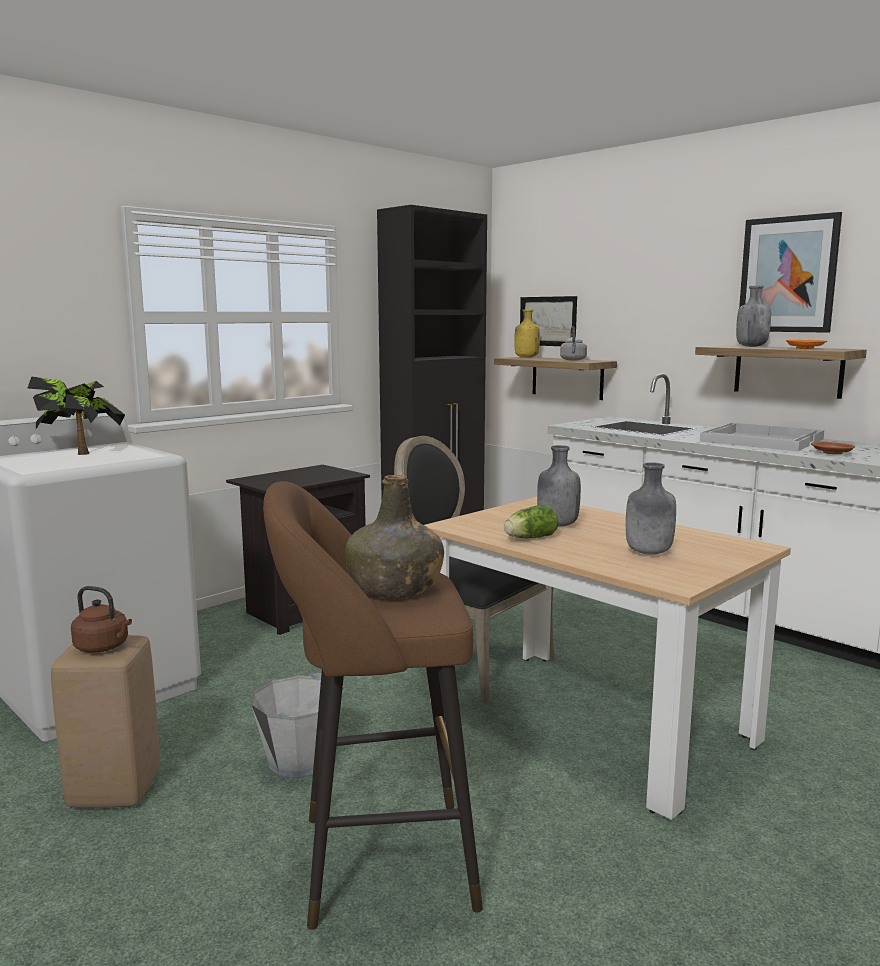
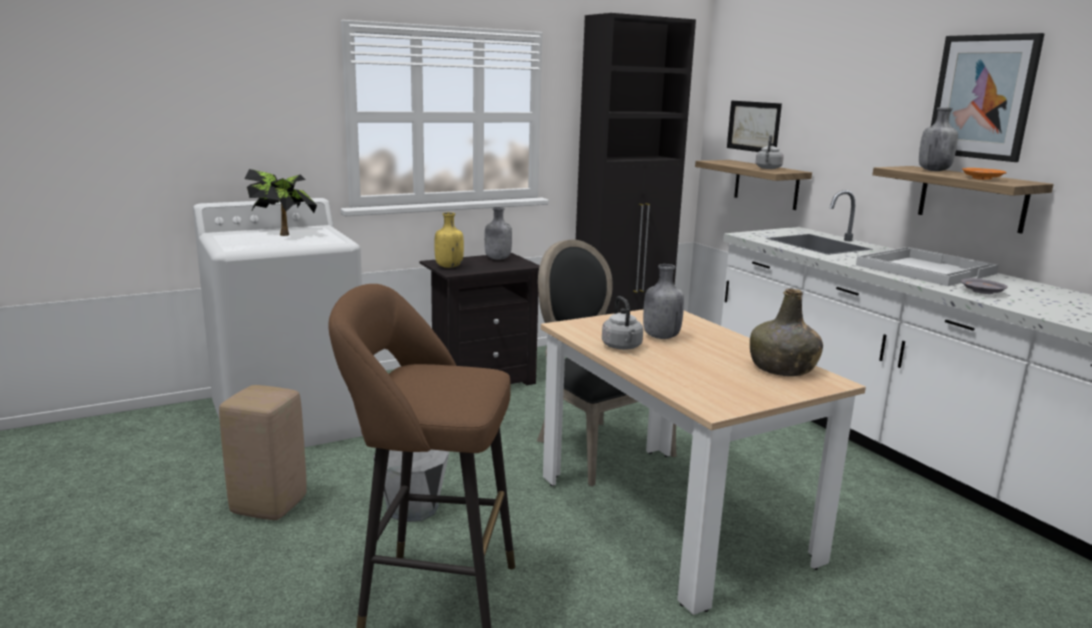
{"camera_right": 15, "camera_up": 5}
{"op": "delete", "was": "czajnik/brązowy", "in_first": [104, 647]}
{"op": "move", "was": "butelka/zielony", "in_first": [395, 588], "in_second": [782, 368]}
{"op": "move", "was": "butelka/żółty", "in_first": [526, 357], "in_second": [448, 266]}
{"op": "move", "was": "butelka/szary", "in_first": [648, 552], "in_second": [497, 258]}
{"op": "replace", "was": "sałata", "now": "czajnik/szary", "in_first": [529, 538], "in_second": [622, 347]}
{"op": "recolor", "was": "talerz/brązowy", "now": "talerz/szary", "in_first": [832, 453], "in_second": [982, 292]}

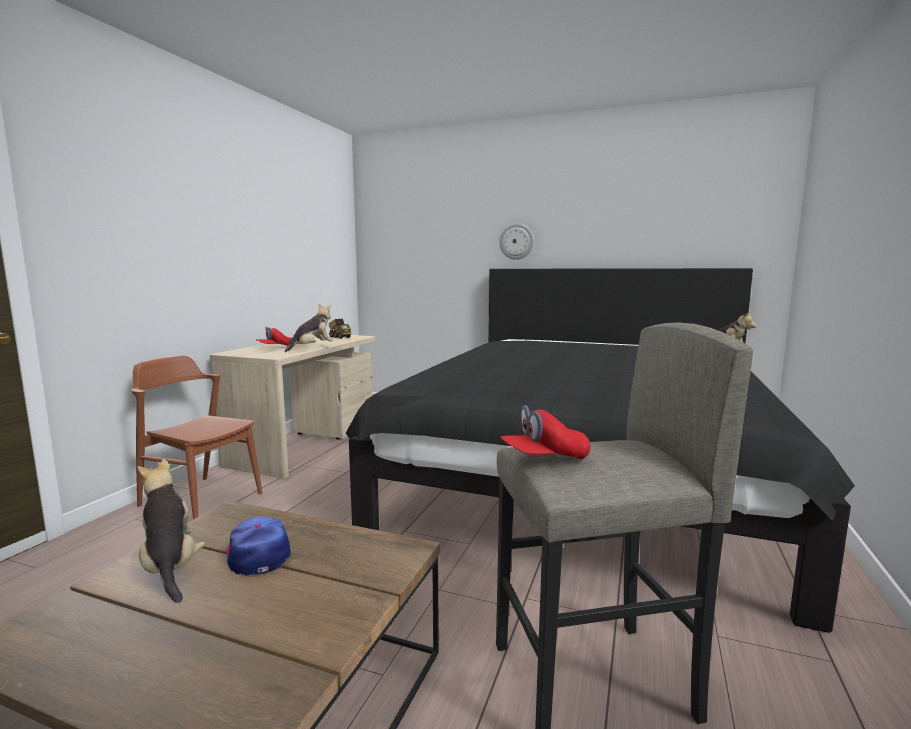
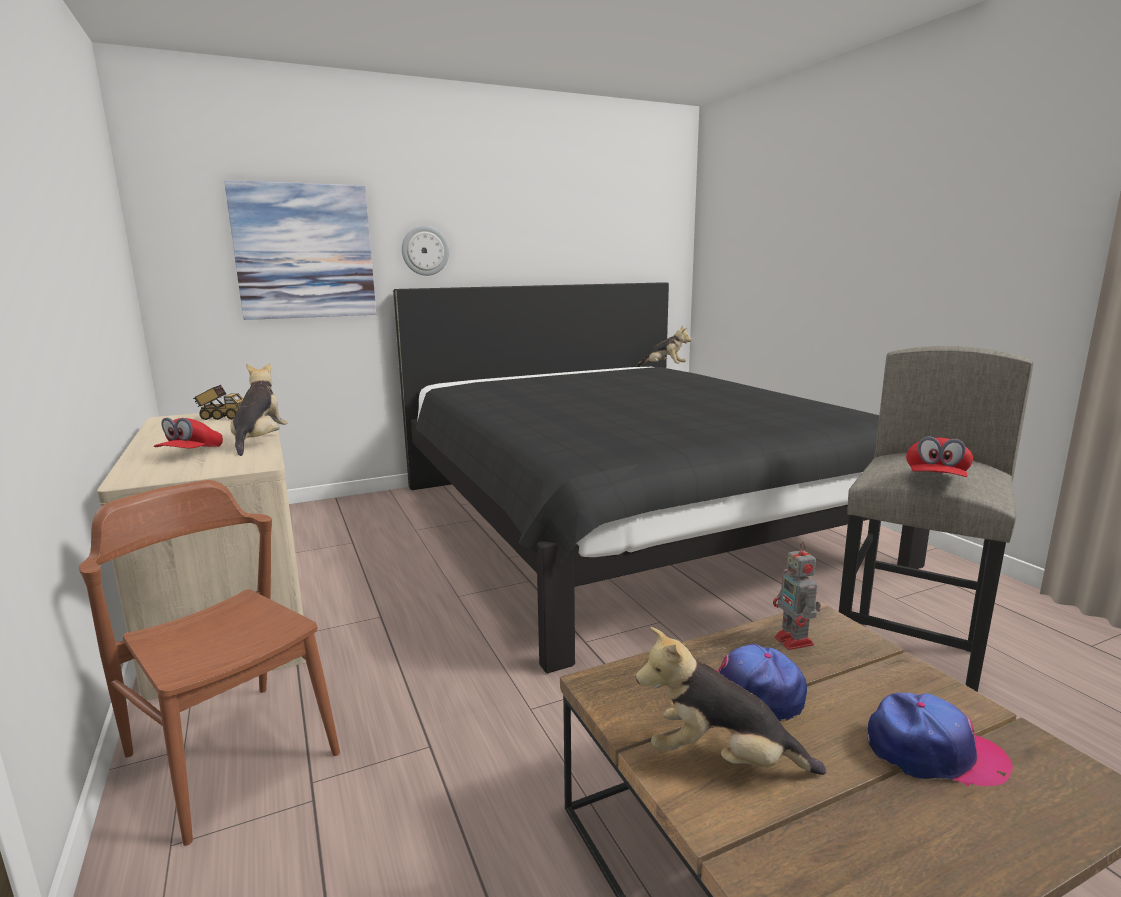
{"camera_right": -45, "camera_up": 5}
{"op": "insert", "now": "obraz", "in_second": [304, 252]}
{"op": "insert", "now": "robot zabawkowy", "in_second": [795, 642]}
{"op": "insert", "now": "czapka z daszkiem", "in_second": [933, 753]}
{"op": "rotate", "was": "krzesło/brązowy", "in_first": [201, 499], "in_second": [231, 754], "clockwise": 60}

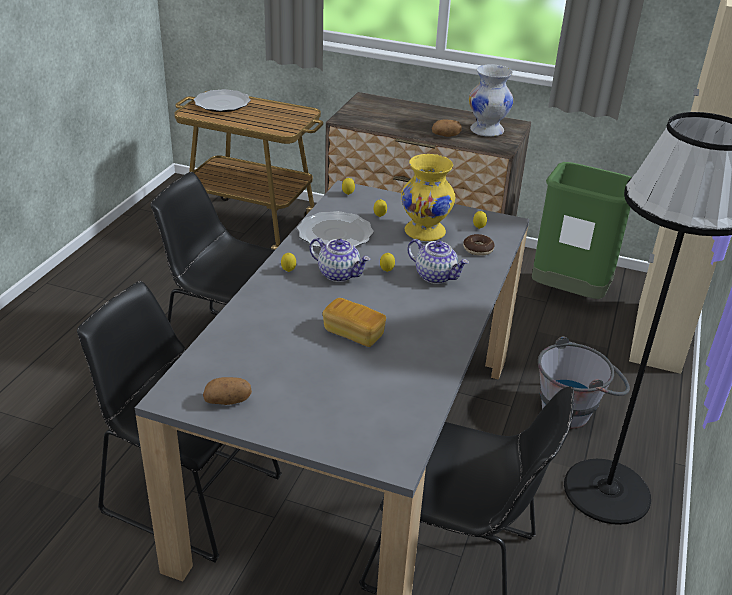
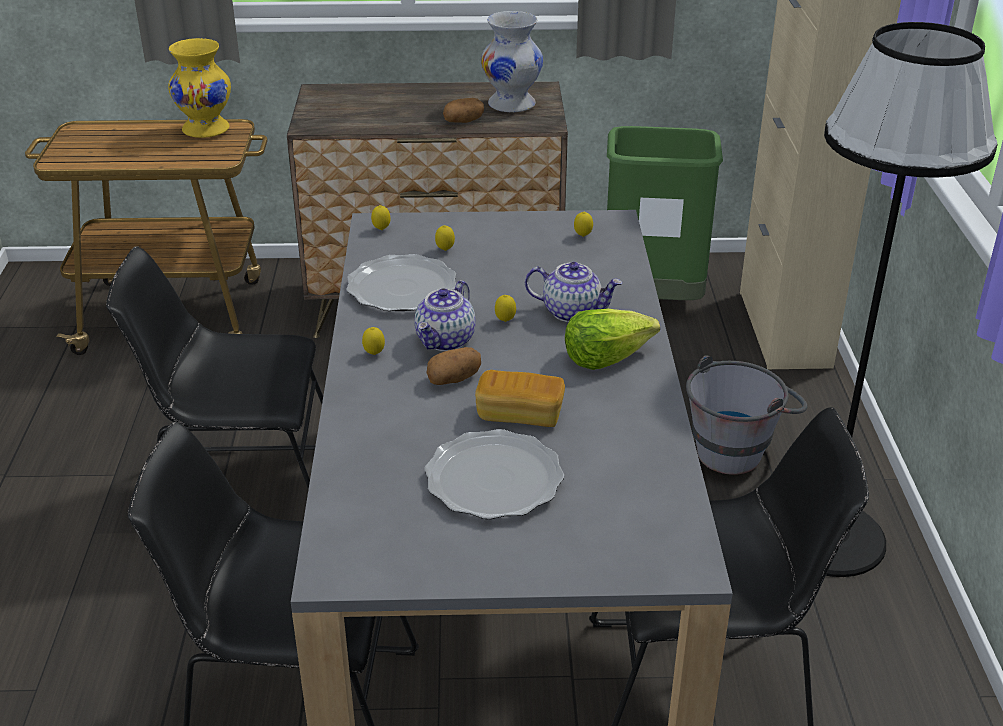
{"camera_right": -20, "camera_up": 0}
{"op": "delete", "was": "donut", "in_first": [478, 249]}
{"op": "insert", "now": "sałata", "in_second": [606, 356]}
{"op": "move", "was": "talerz", "in_first": [222, 103], "in_second": [495, 479]}
{"op": "move", "was": "ziemniak", "in_first": [228, 401], "in_second": [454, 379]}
{"op": "move", "was": "wazon/żółty", "in_first": [425, 231], "in_second": [206, 129]}
{"op": "rotate", "was": "imbryk", "in_first": [339, 274], "in_second": [446, 341], "clockwise": 105}

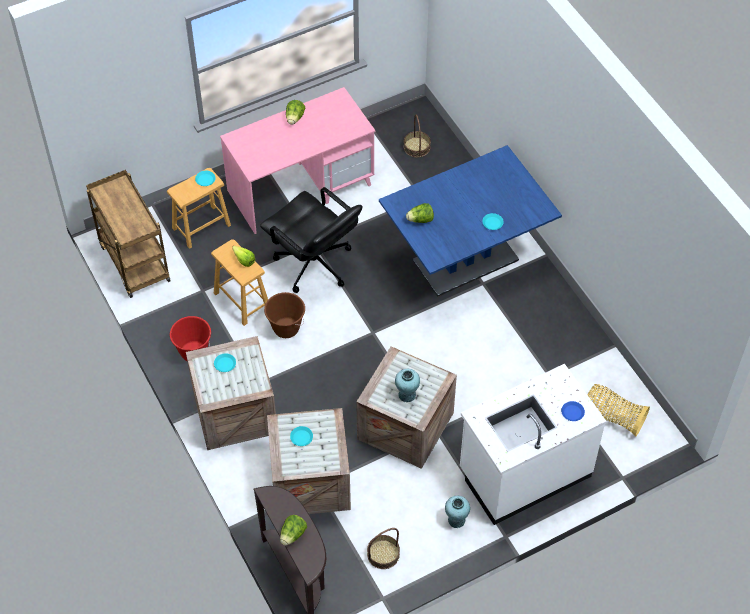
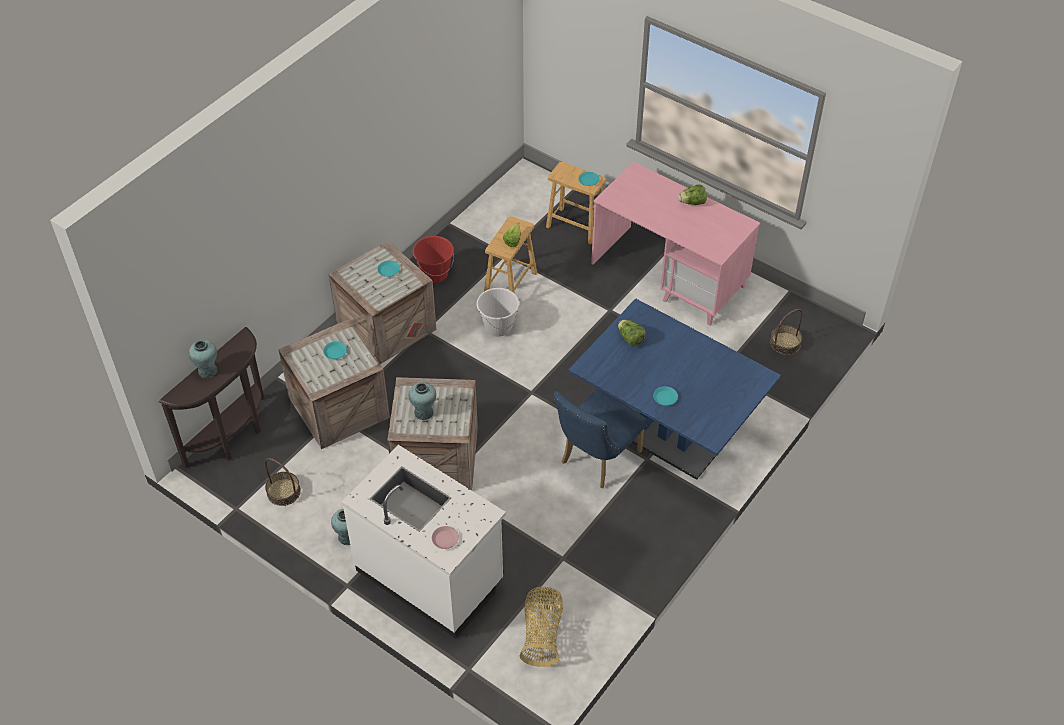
{"camera_right": 65, "camera_up": -5}
{"op": "delete", "was": "wózek/brązowy", "in_first": [133, 262]}
{"op": "delete", "was": "krzesło biurowe/czarny", "in_first": [314, 265]}
{"op": "insert", "now": "krzesło/niebieski", "in_second": [596, 460]}
{"op": "replace", "was": "sałata", "now": "wazon/turkusowy", "in_first": [293, 535], "in_second": [207, 371]}
{"op": "recolor", "was": "wiadro/brązowy", "now": "wiadro/biały", "in_first": [286, 328], "in_second": [498, 327]}
{"op": "recolor", "was": "talerz/niebieski", "now": "talerz/różowy", "in_first": [572, 412], "in_second": [445, 539]}

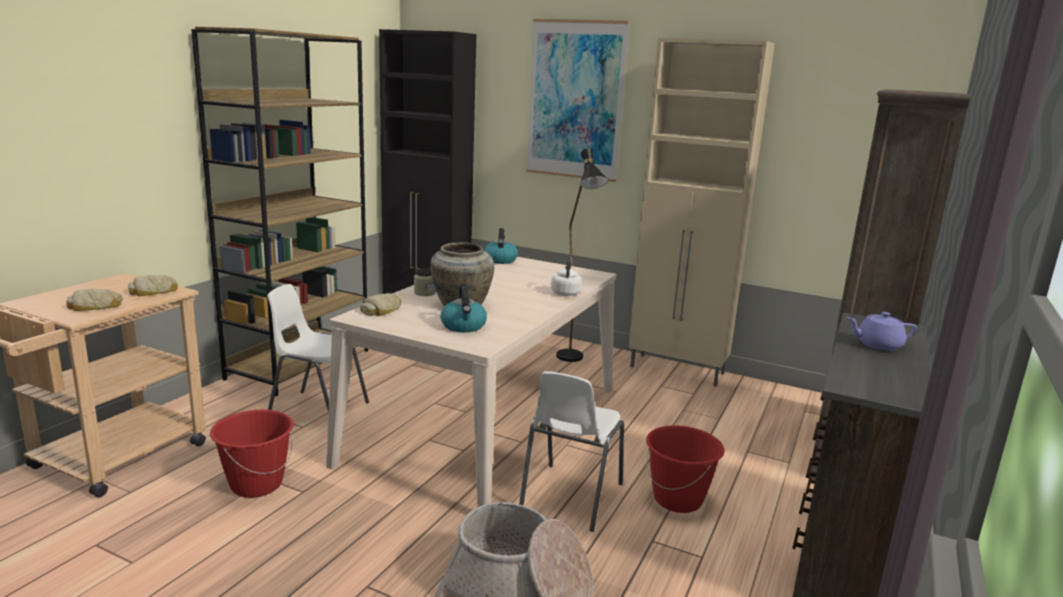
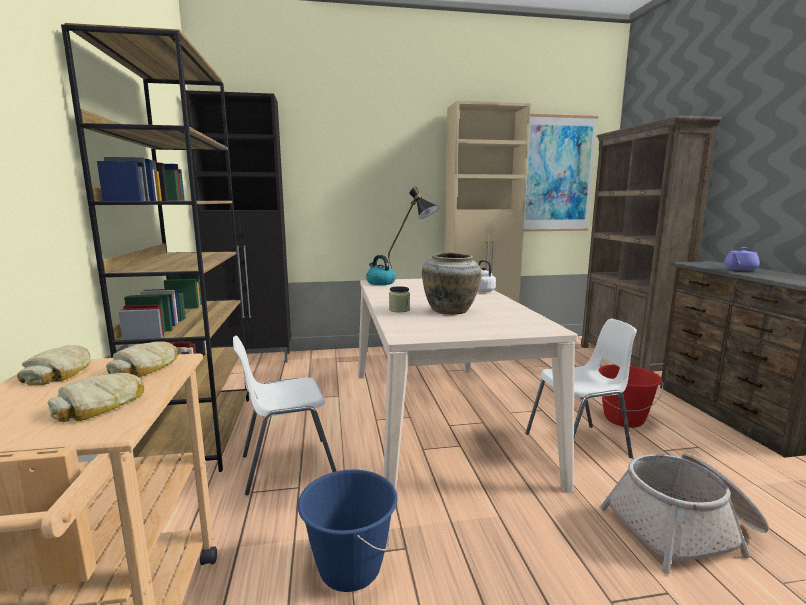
{"camera_right": -35, "camera_up": -5}
{"op": "delete", "was": "czajnik", "in_first": [464, 326]}
{"op": "move", "was": "chleb", "in_first": [382, 310], "in_second": [61, 373]}
{"op": "move", "was": "obraz", "in_first": [575, 100], "in_second": [557, 174]}
{"op": "recolor", "was": "wiadro/czerwony", "now": "wiadro/niebieski", "in_first": [256, 484], "in_second": [349, 568]}
{"op": "rotate", "was": "krzesło/biały", "in_first": [569, 497], "in_second": [578, 446], "clockwise": -90}

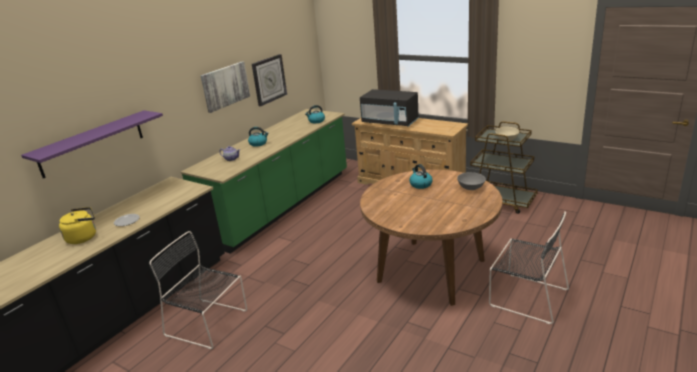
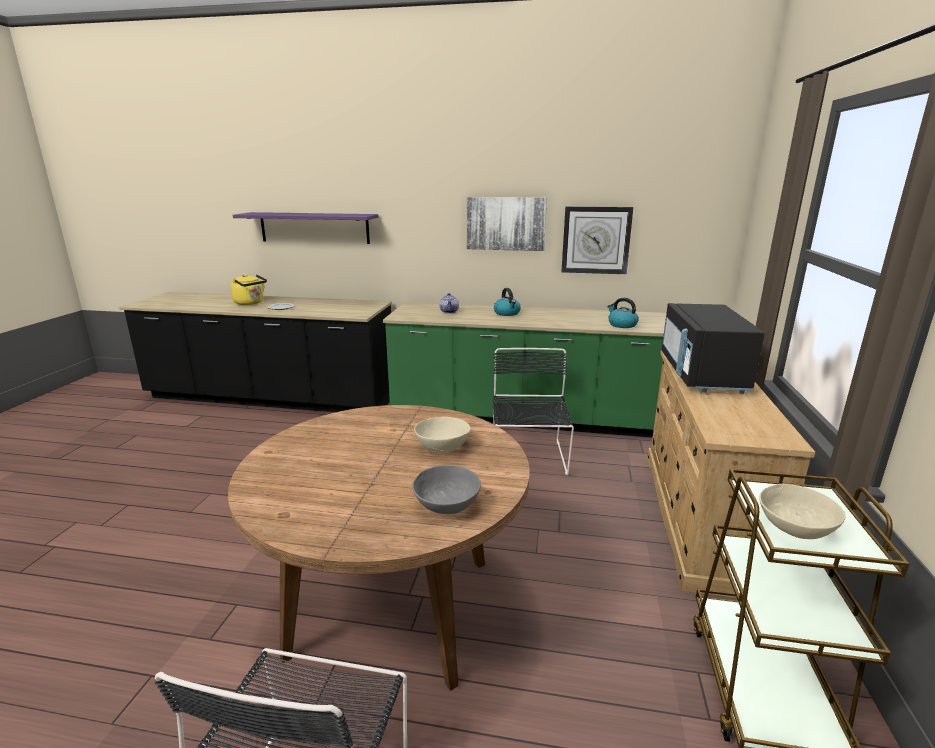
{"camera_right": 65, "camera_up": -5}
{"op": "move", "was": "krzesło/czarny", "in_first": [208, 323], "in_second": [528, 459]}
{"op": "replace", "was": "czajnik", "now": "miska/beżowy", "in_first": [420, 184], "in_second": [442, 446]}

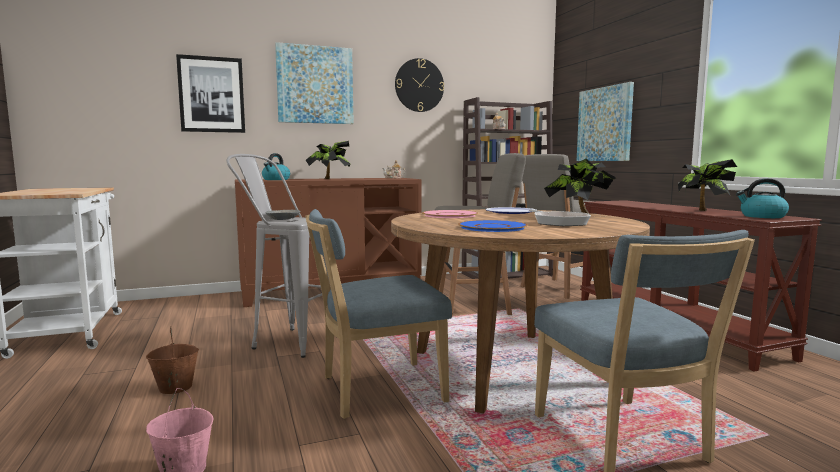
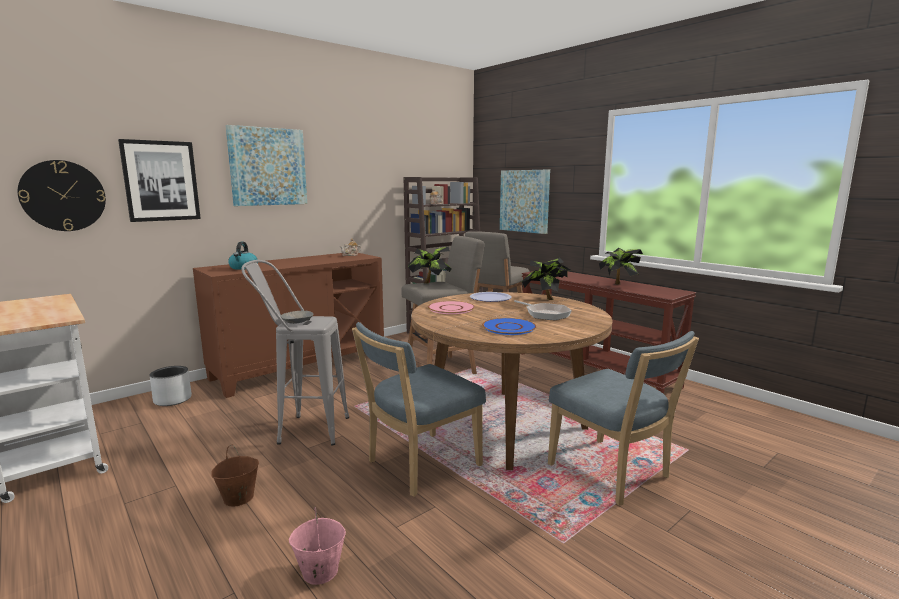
{"camera_right": -20, "camera_up": 5}
{"op": "delete", "was": "czajnik", "in_first": [762, 216]}
{"op": "insert", "now": "donica/szary", "in_second": [173, 400]}
{"op": "move", "was": "roślina doniczkowa", "in_first": [329, 179], "in_second": [430, 283]}
{"op": "move", "was": "zegar ścienny", "in_first": [419, 85], "in_second": [63, 196]}

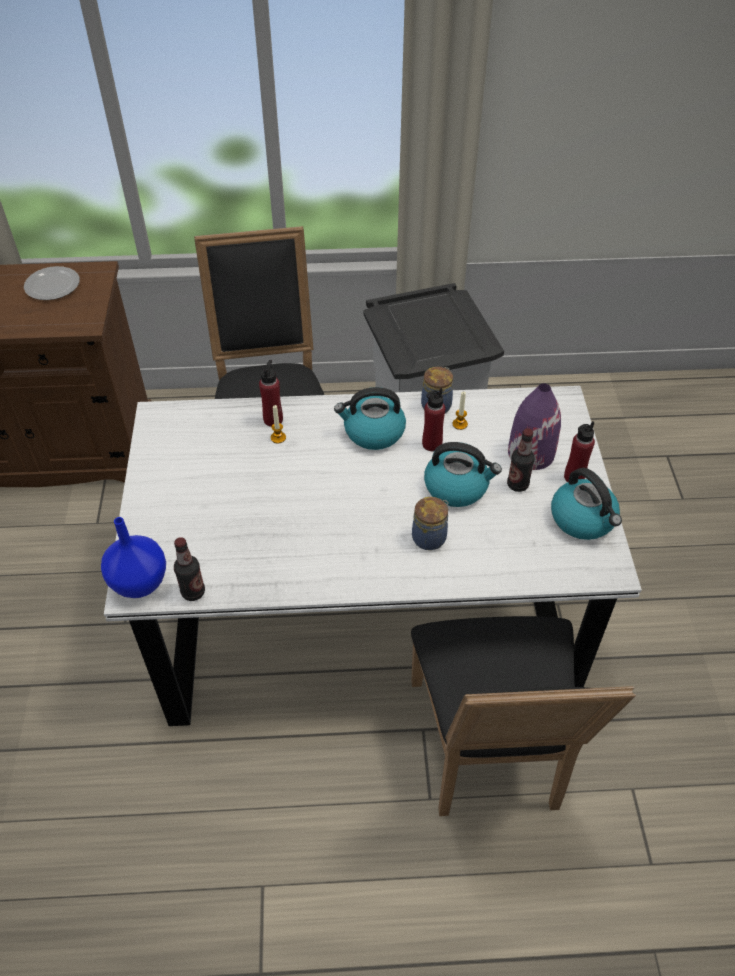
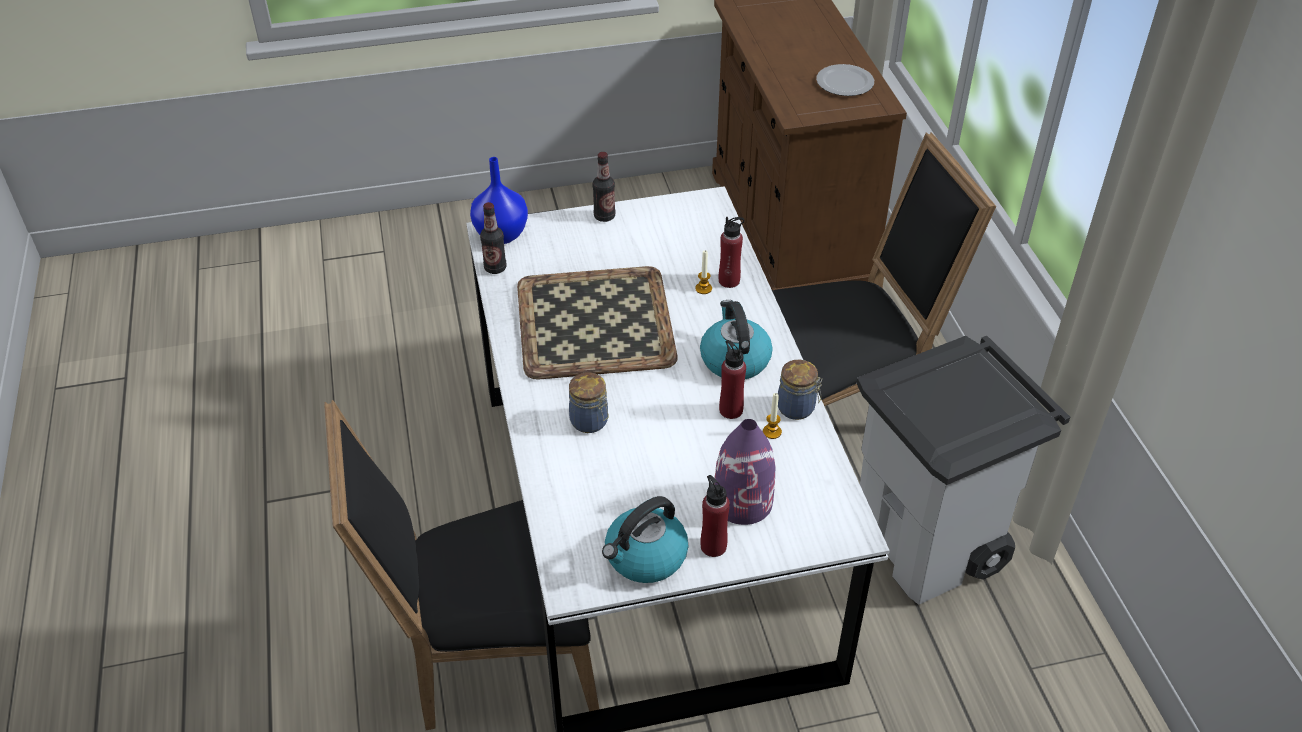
{"camera_right": 80, "camera_up": -5}
{"op": "delete", "was": "czajnik", "in_first": [457, 487]}
{"op": "insert", "now": "taca", "in_second": [593, 322]}
{"op": "move", "was": "butelka", "in_first": [517, 484], "in_second": [604, 216]}

